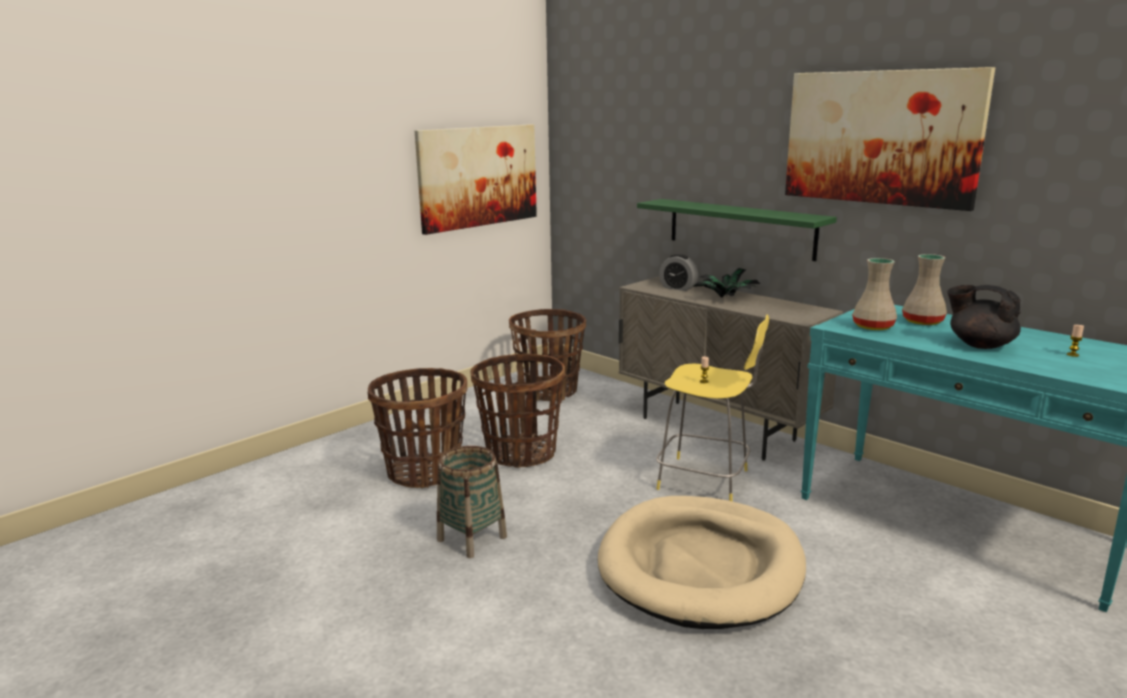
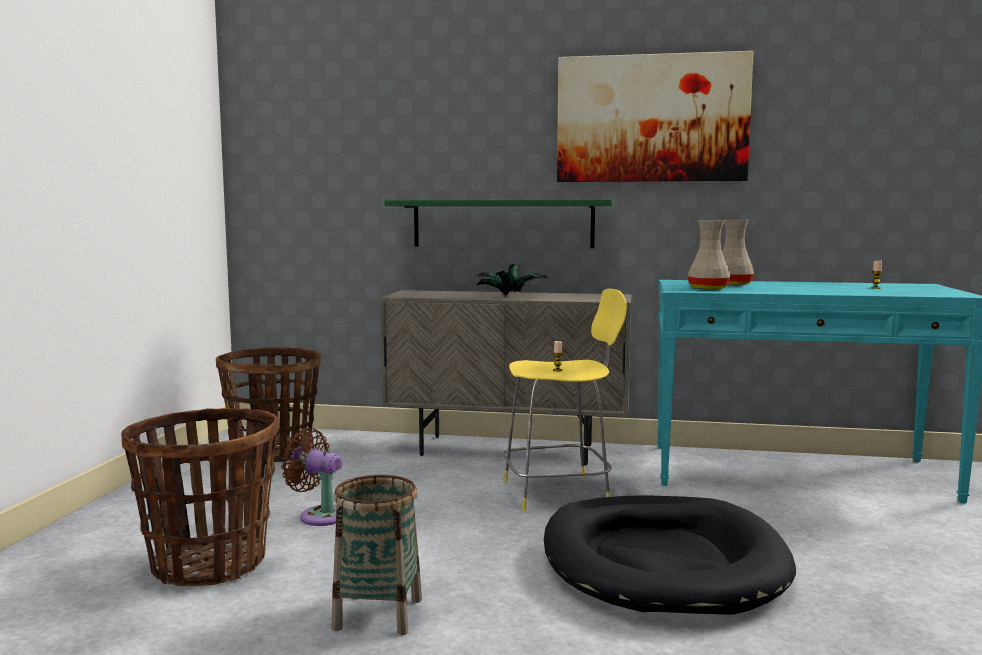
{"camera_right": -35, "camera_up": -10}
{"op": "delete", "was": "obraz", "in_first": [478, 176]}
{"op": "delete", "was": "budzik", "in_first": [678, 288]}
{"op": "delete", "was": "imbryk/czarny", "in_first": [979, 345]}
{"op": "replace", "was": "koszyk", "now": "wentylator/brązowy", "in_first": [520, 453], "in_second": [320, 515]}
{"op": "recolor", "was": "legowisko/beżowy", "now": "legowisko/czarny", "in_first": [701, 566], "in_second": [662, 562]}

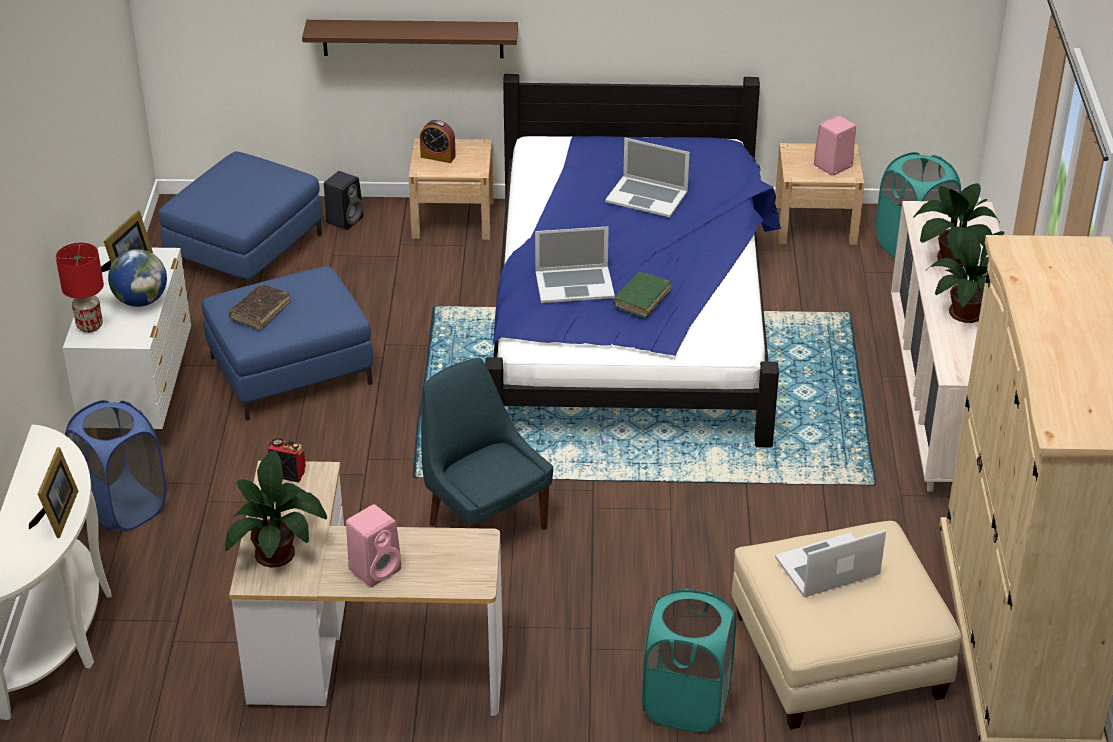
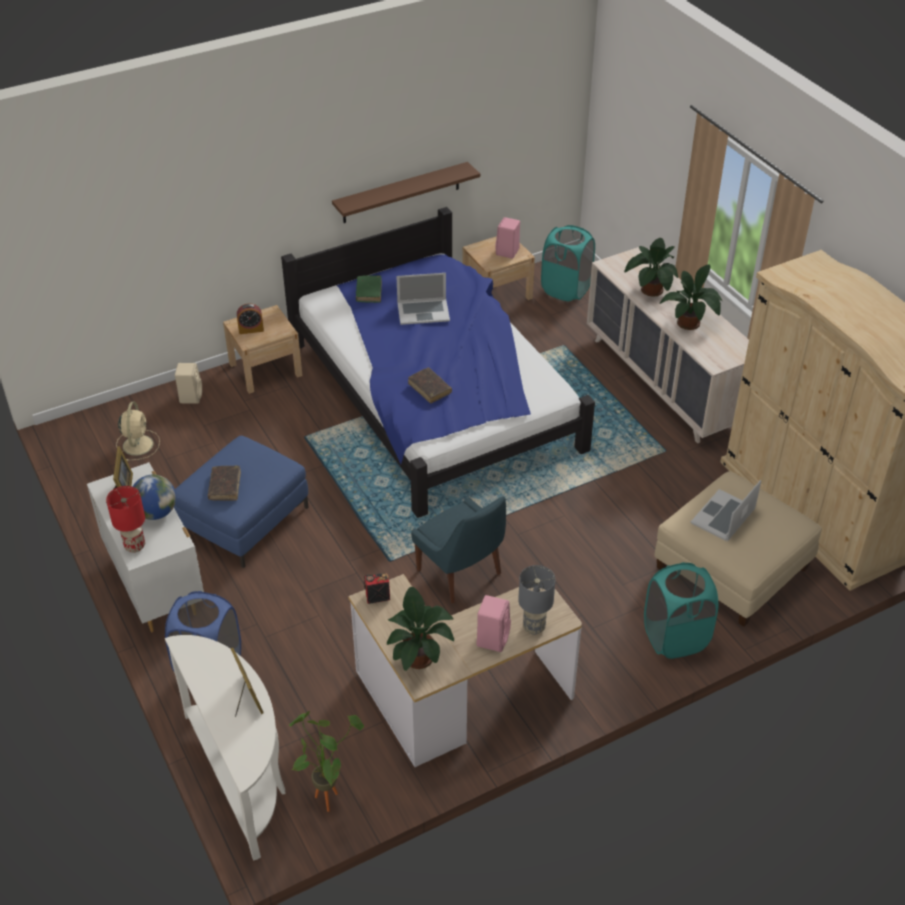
{"camera_right": -30, "camera_up": 5}
{"op": "insert", "now": "roślina doniczkowa", "in_second": [327, 795]}
{"op": "insert", "now": "lampa stołowa/szary", "in_second": [534, 627]}
{"op": "move", "was": "półka/brązowy", "in_first": [413, 38], "in_second": [401, 193]}
{"op": "move", "was": "książka/zielony", "in_first": [642, 299], "in_second": [369, 292]}
{"op": "replace", "was": "pufa/niebieski", "now": "wentylator/beżowy", "in_first": [245, 250], "in_second": [138, 444]}
{"op": "replace", "was": "laptop", "now": "książka/brązowy", "in_first": [574, 284], "in_second": [429, 389]}
{"op": "recolor", "was": "głośnik/czarny", "now": "głośnik/beżowy", "in_first": [345, 219], "in_second": [191, 396]}
{"op": "rotate", "was": "krzesło/niebieski", "in_first": [485, 524], "in_second": [461, 574], "clockwise": -150}

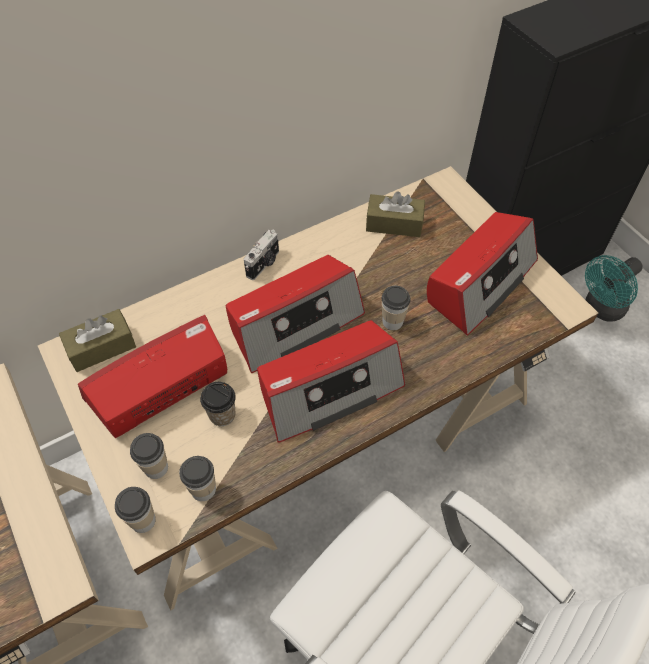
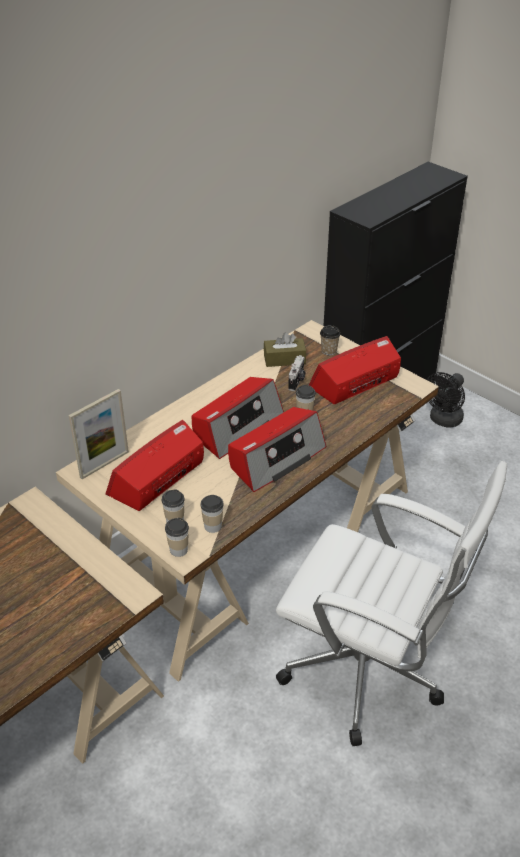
{"camera_right": -15, "camera_up": -15}
{"op": "move", "was": "filiżanka", "in_first": [222, 415], "in_second": [329, 351]}
{"op": "move", "was": "aparat fotograficzny", "in_first": [264, 264], "in_second": [297, 381]}
{"op": "replace", "was": "pudełko chusteczek/brązowy", "now": "ramka na zdjęcie", "in_first": [101, 347], "in_second": [104, 464]}
{"op": "recolor", "was": "wentylator/turkusowy", "now": "wentylator/czarny", "in_first": [601, 309], "in_second": [443, 420]}
{"op": "rotate", "was": "radio", "in_first": [479, 282], "in_second": [355, 382], "clockwise": -150}

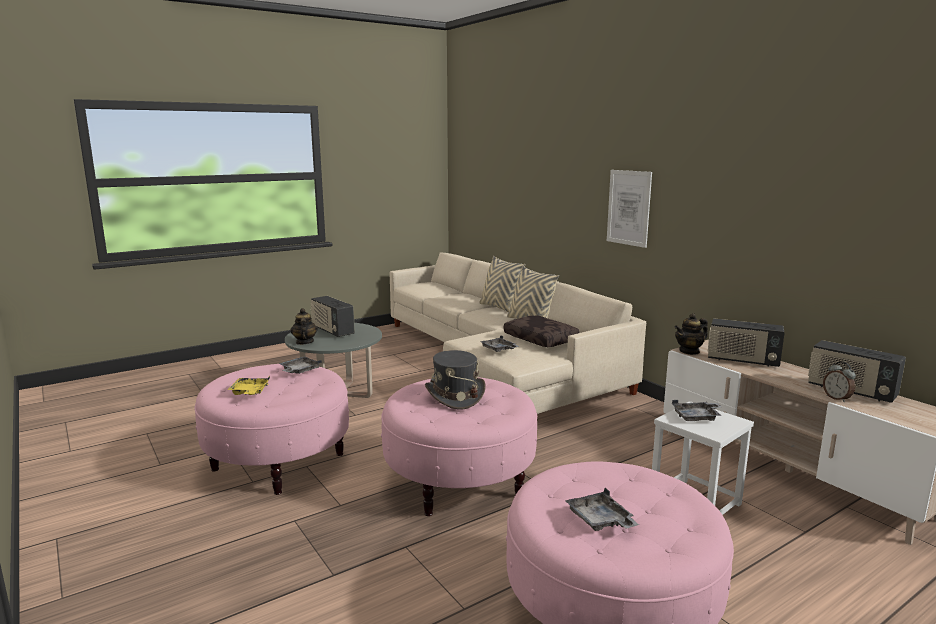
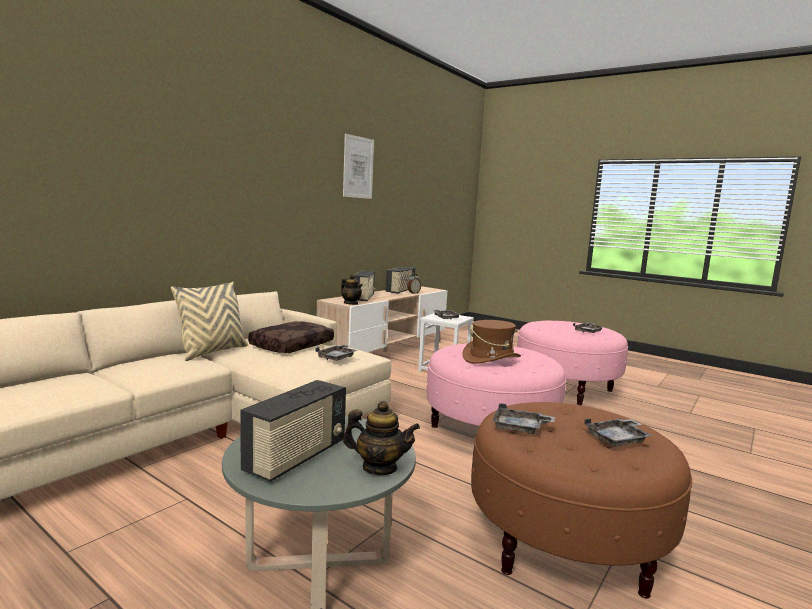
{"camera_right": -110, "camera_up": -5}
{"op": "delete", "was": "poduszka/beżowy", "in_first": [500, 307]}
{"op": "move", "was": "obraz", "in_first": [628, 208], "in_second": [358, 167]}
{"op": "recolor", "was": "pufa/różowy", "now": "pufa/brązowy", "in_first": [279, 461], "in_second": [565, 542]}
{"op": "recolor", "was": "taca/żółty", "now": "taca/szary", "in_first": [249, 392], "in_second": [618, 440]}
{"op": "recolor", "was": "kapelusz/szary", "now": "kapelusz/brązowy", "in_first": [454, 396], "in_second": [491, 358]}
{"op": "rotate", "was": "imbryk", "in_first": [304, 342], "in_second": [379, 468], "clockwise": -135}

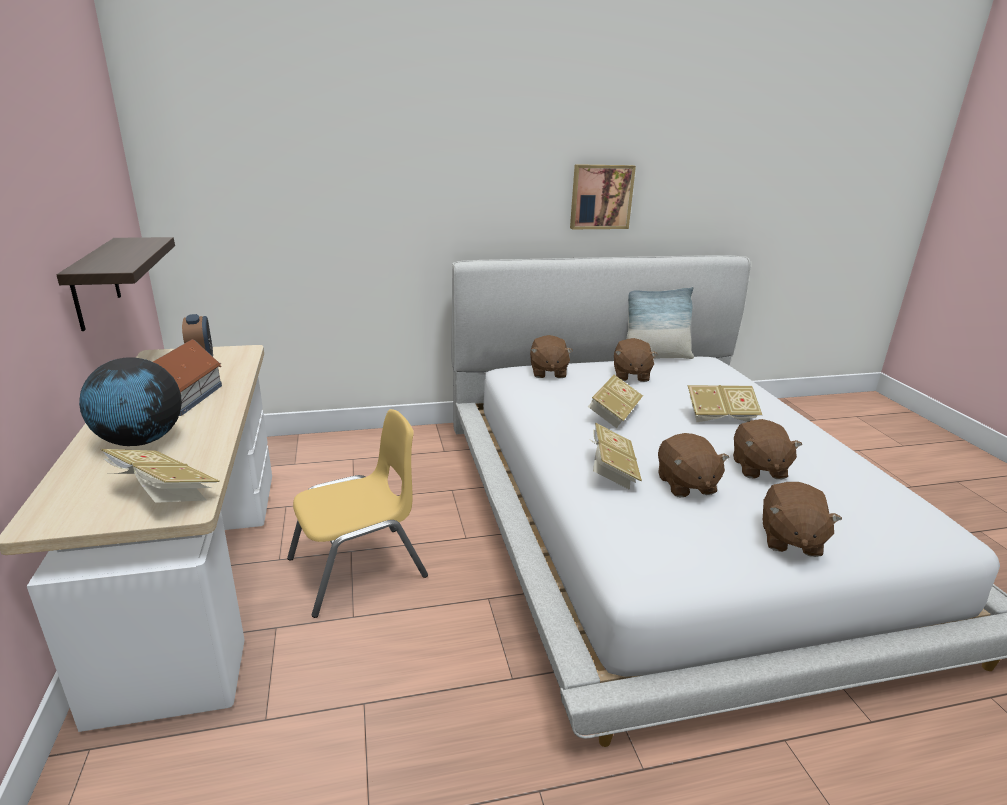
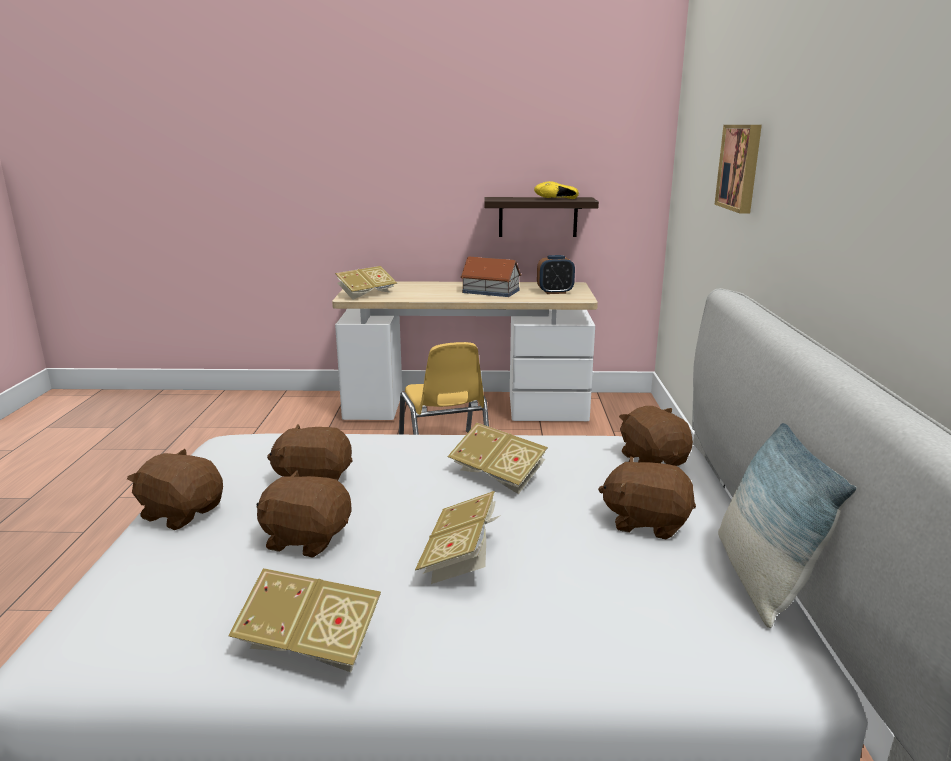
{"camera_right": 105, "camera_up": -5}
{"op": "delete", "was": "globus", "in_first": [140, 441]}
{"op": "insert", "now": "but/żółty", "in_second": [557, 199]}
{"op": "move", "was": "obraz", "in_first": [601, 196], "in_second": [741, 167]}
{"op": "move", "was": "książka", "in_first": [611, 471], "in_second": [311, 644]}
{"op": "rotate", "was": "pluszak/brązowy", "in_first": [548, 372], "in_second": [653, 460], "clockwise": 60}

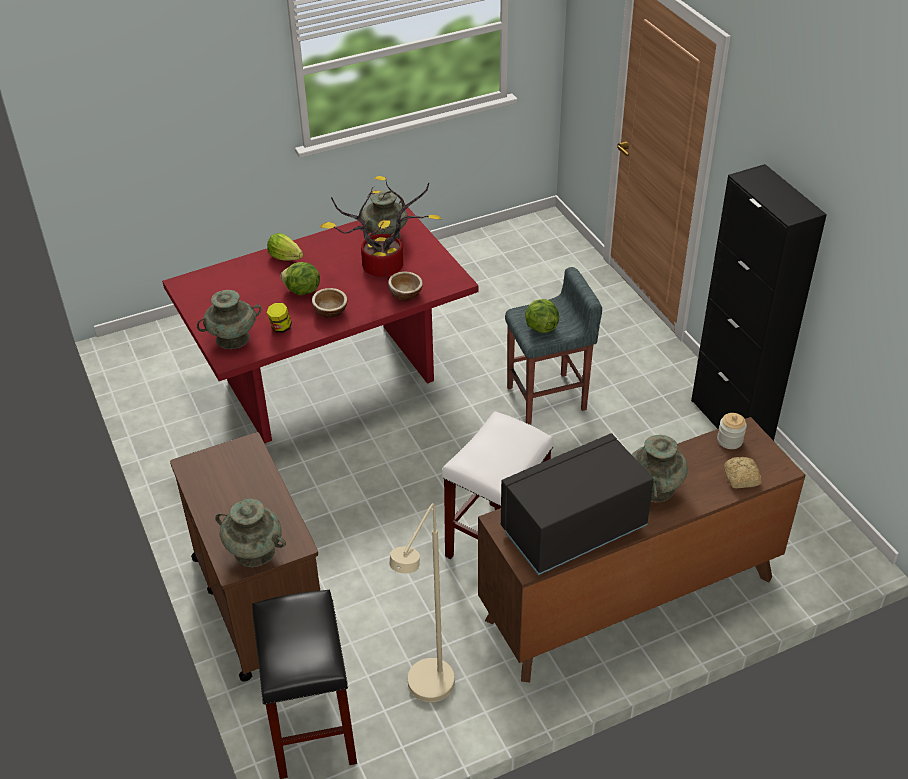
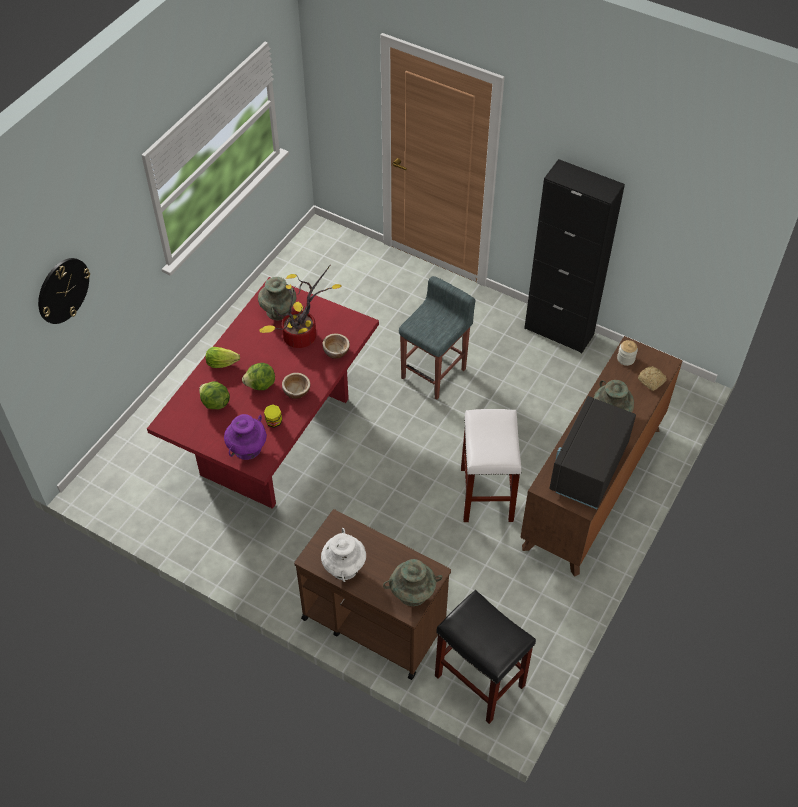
{"camera_right": -35, "camera_up": 10}
{"op": "delete", "was": "lampa stojąca/beżowy", "in_first": [427, 694]}
{"op": "insert", "now": "zegar ścienny", "in_second": [63, 290]}
{"op": "insert", "now": "wazon/biały", "in_second": [344, 566]}
{"op": "move", "was": "sałata", "in_first": [540, 327], "in_second": [215, 403]}
{"op": "recolor", "was": "wazon/turkusowy", "now": "wazon/fioletowy", "in_first": [233, 338], "in_second": [247, 448]}

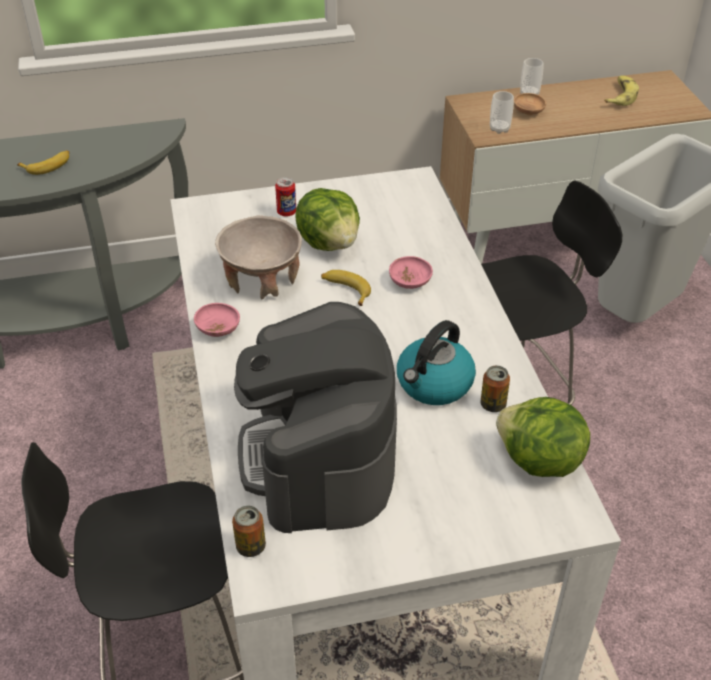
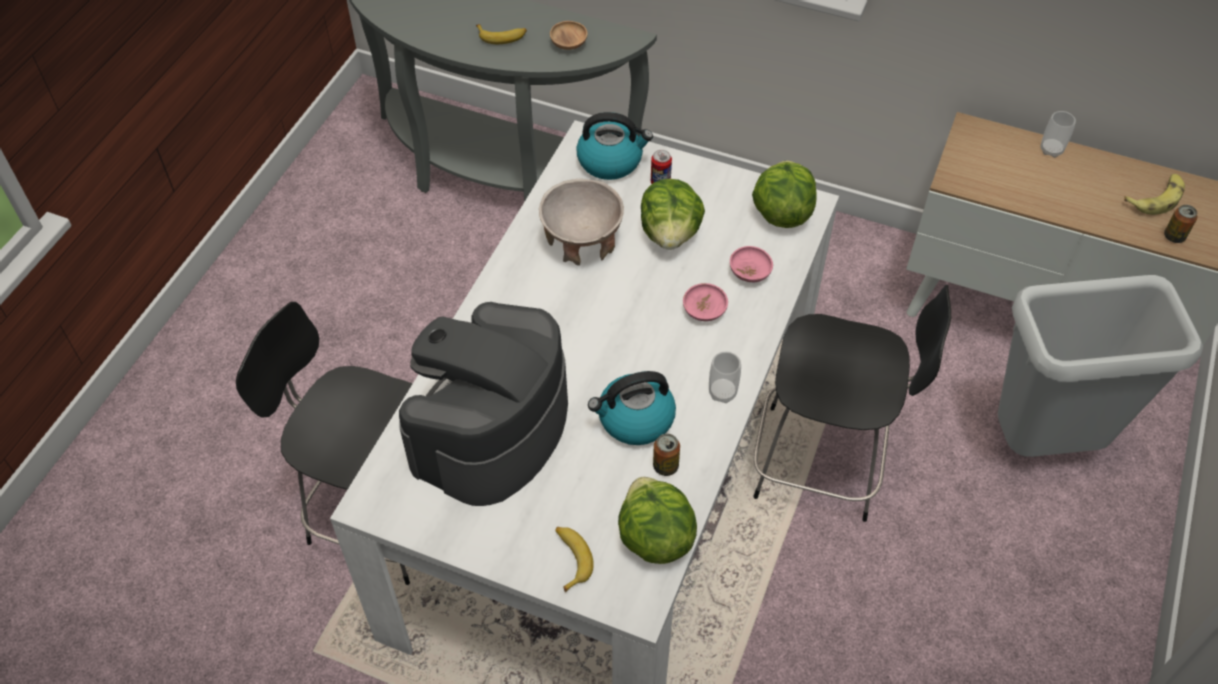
{"camera_right": 35, "camera_up": 10}
{"op": "insert", "now": "czajnik", "in_second": [611, 161]}
{"op": "insert", "now": "sałata", "in_second": [781, 213]}
{"op": "move", "was": "miska/różowy", "in_first": [218, 329], "in_second": [749, 272]}
{"op": "move", "was": "puszka", "in_first": [250, 546], "in_second": [1174, 236]}
{"op": "move", "was": "banan", "in_first": [345, 290], "in_second": [570, 559]}
{"op": "move", "was": "filiżanka", "in_first": [499, 129], "in_second": [722, 392]}
{"op": "move", "was": "miska/brązowy", "in_first": [528, 111], "in_second": [568, 44]}

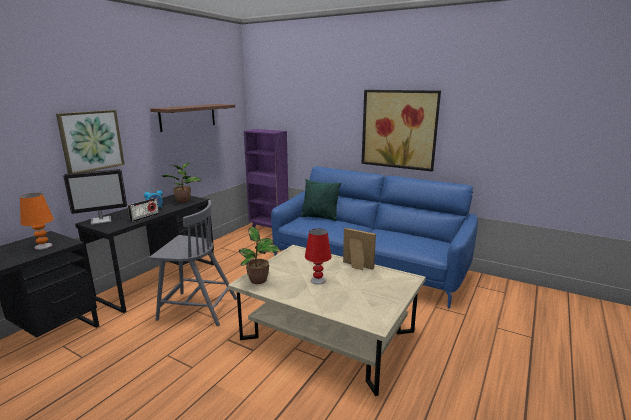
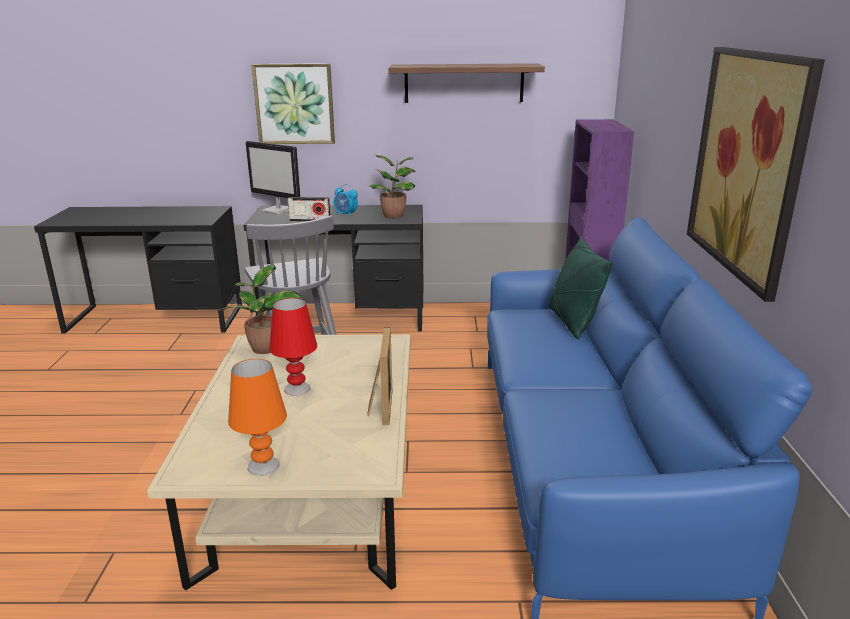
{"camera_right": 60, "camera_up": 5}
{"op": "move", "was": "lampa stołowa/pomarańczowy", "in_first": [43, 246], "in_second": [264, 466]}

